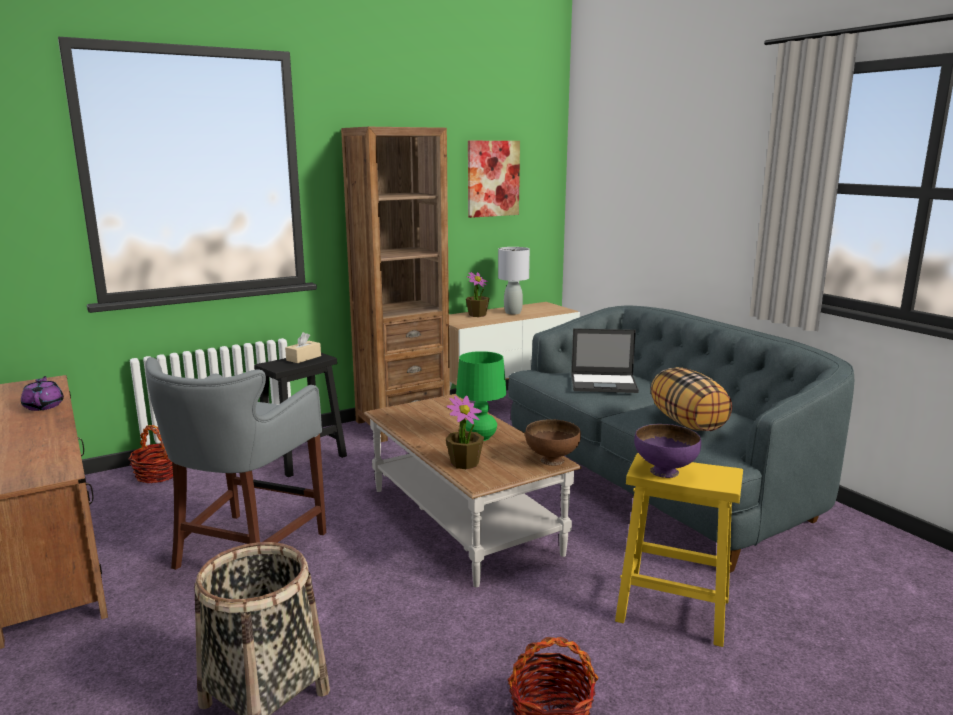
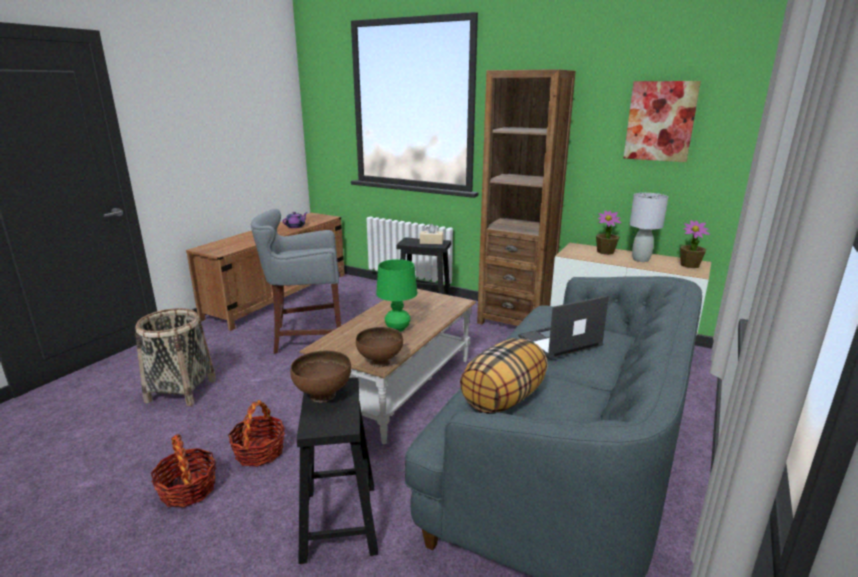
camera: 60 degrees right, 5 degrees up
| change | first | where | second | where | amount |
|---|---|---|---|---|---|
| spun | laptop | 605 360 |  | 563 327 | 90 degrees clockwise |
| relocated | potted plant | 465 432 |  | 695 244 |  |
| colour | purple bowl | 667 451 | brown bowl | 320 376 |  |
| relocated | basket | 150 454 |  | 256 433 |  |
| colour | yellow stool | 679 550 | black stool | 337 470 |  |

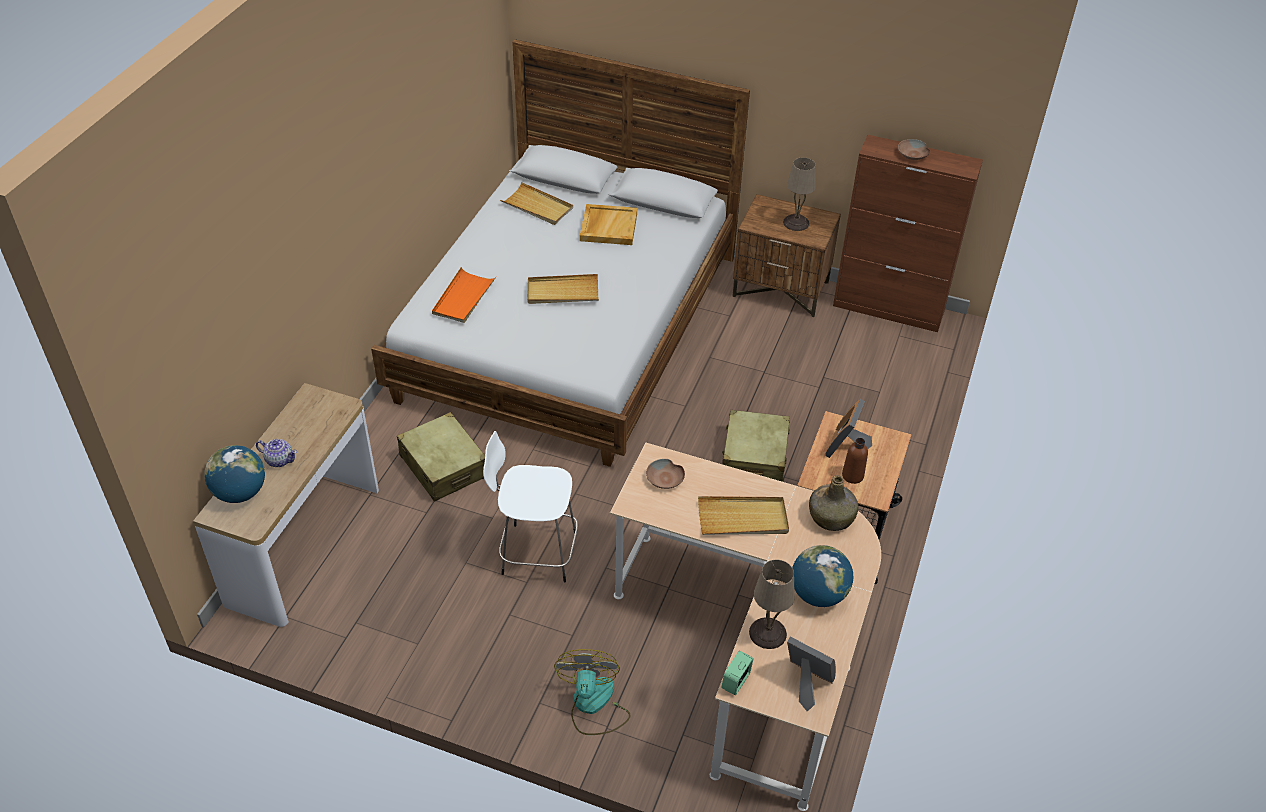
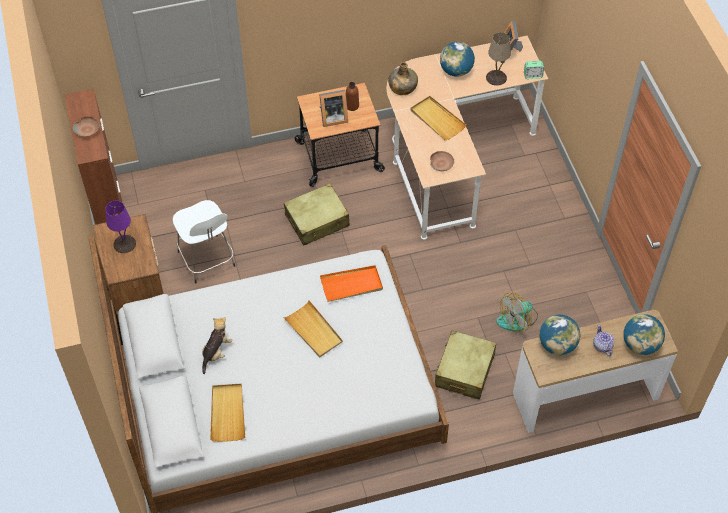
camera: 125 degrees left, 10 degrees up
| change | first | where | second | where | amount |
|---|---|---|---|---|---|
| colour | beige table lamp | 799 194 | purple table lamp | 120 227 |  |
| exchanged | beige tray | 608 224 | plush toy | 217 345 |  |
| relocated | orange tray | 464 295 |  | 351 283 |  |
| relocated | white stool | 530 506 |  | 204 241 |  |
| relocated | fan | 592 692 |  | 517 312 |  |
| appeared |  |  | globe | 559 335 |  |

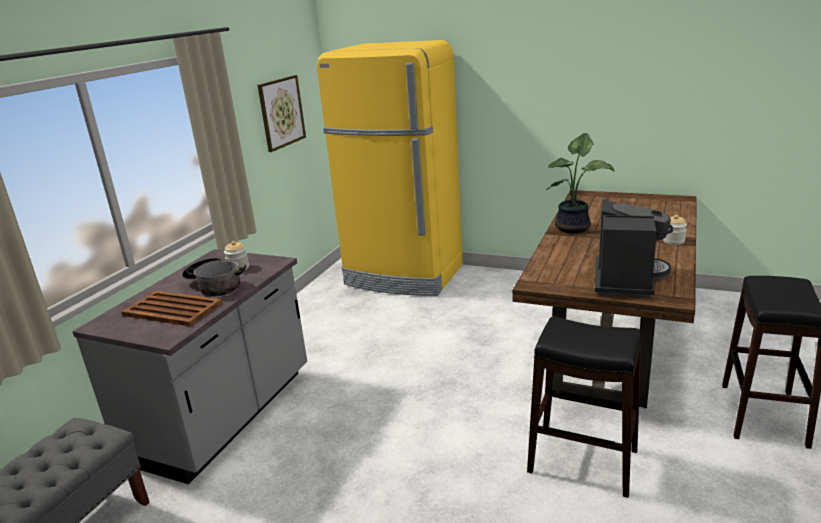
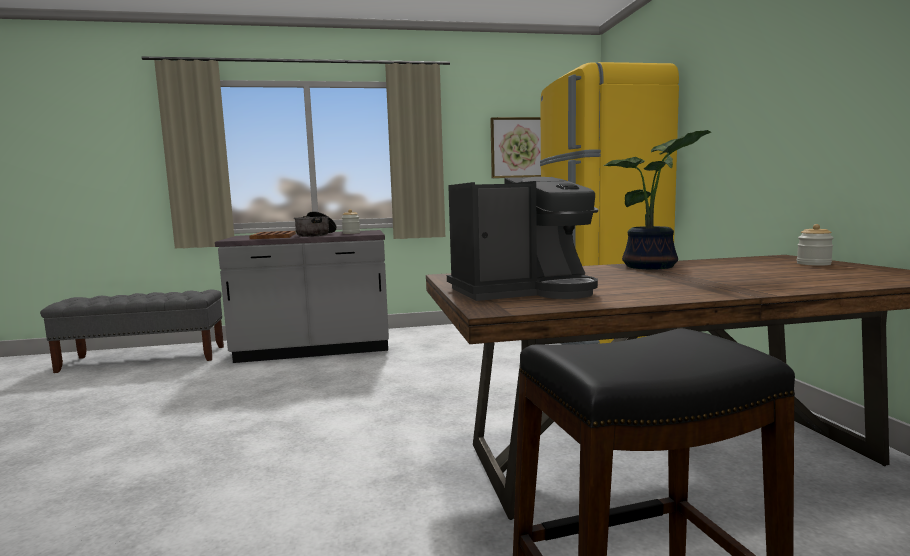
camera: 55 degrees right, 15 degrees down
| change | first | where | second | where | amount |
|---|---|---|---|---|---|
| relocated | jar | 675 230 |  | 815 245 |  |
| missing | black stool | 584 407 |  |  |  |

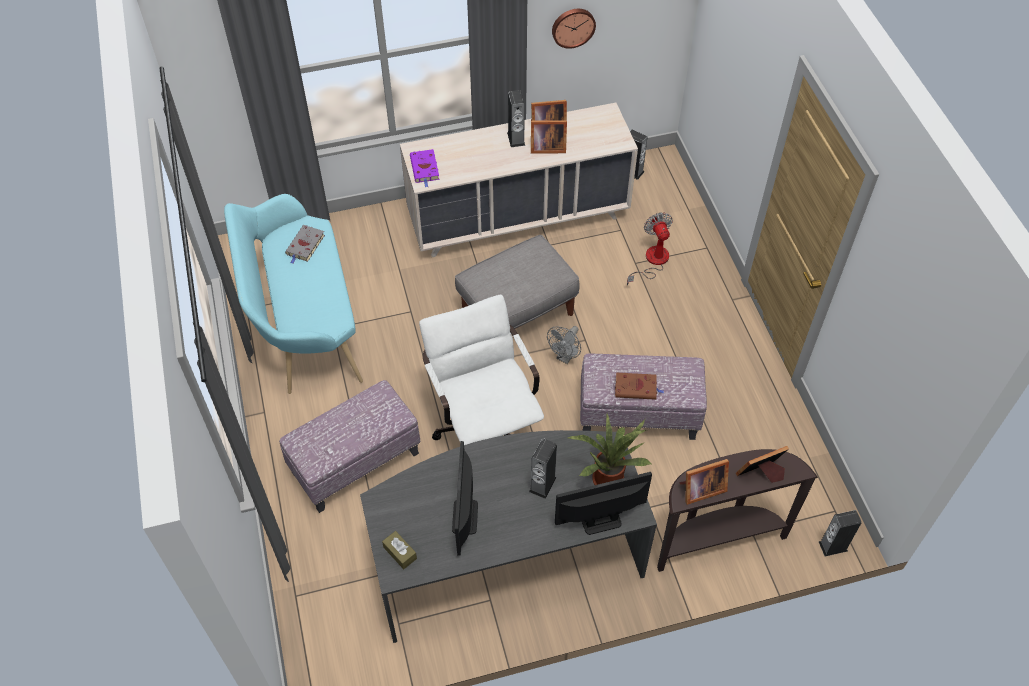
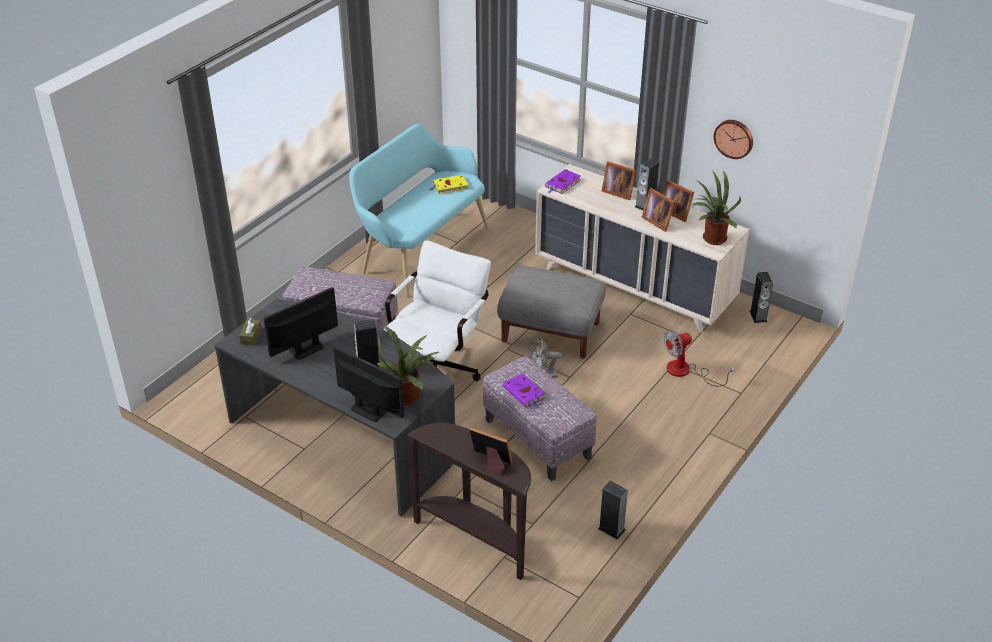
camera: 50 degrees right, 15 degrees down
| change | first | where | second | where | amount |
|---|---|---|---|---|---|
| spun | fan | 650 249 |  | 699 358 | 150 degrees counterclockwise |
| colour | grey book | 305 244 | yellow book | 449 184 |  |
| colour | brown book | 639 386 | purple book | 524 391 |  |
| relocated | picture frame | 704 482 |  | 619 180 |  |
| relocated | speaker | 840 533 |  | 613 510 |  |
| appeared |  |  | potted plant | 716 207 |  |

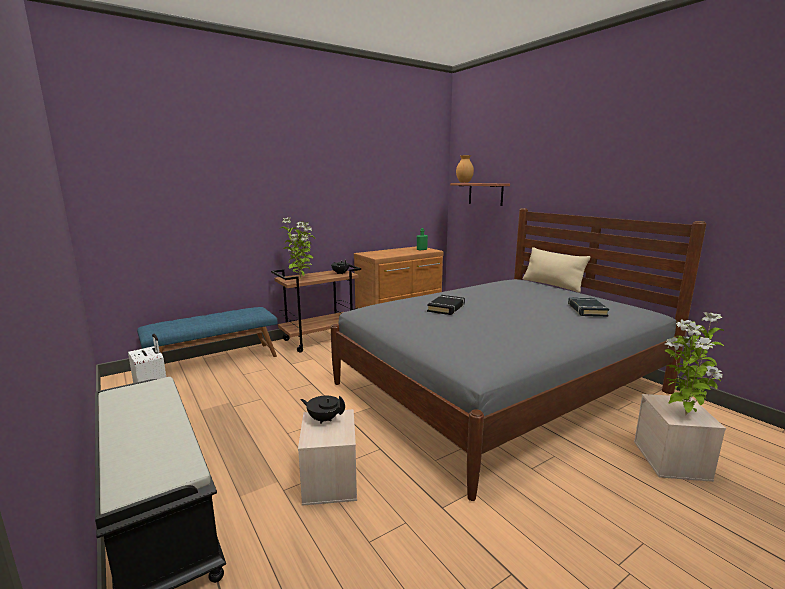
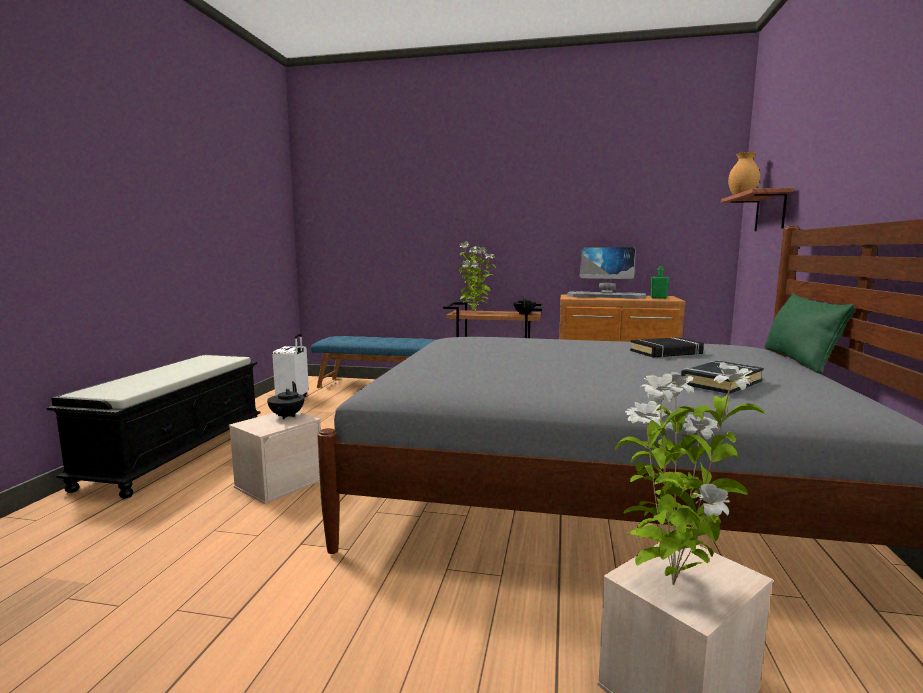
camera: 45 degrees right, 5 degrees down
| change | first | where | second | where | amount |
|---|---|---|---|---|---|
| colour | beige pillow | 557 270 | green pillow | 810 333 |  |
| relocated | black book | 446 305 |  | 667 347 |  |
| spun | black teapot | 322 410 |  | 286 400 | 150 degrees counterclockwise |
| appeared |  |  | monitor | 606 273 |  |

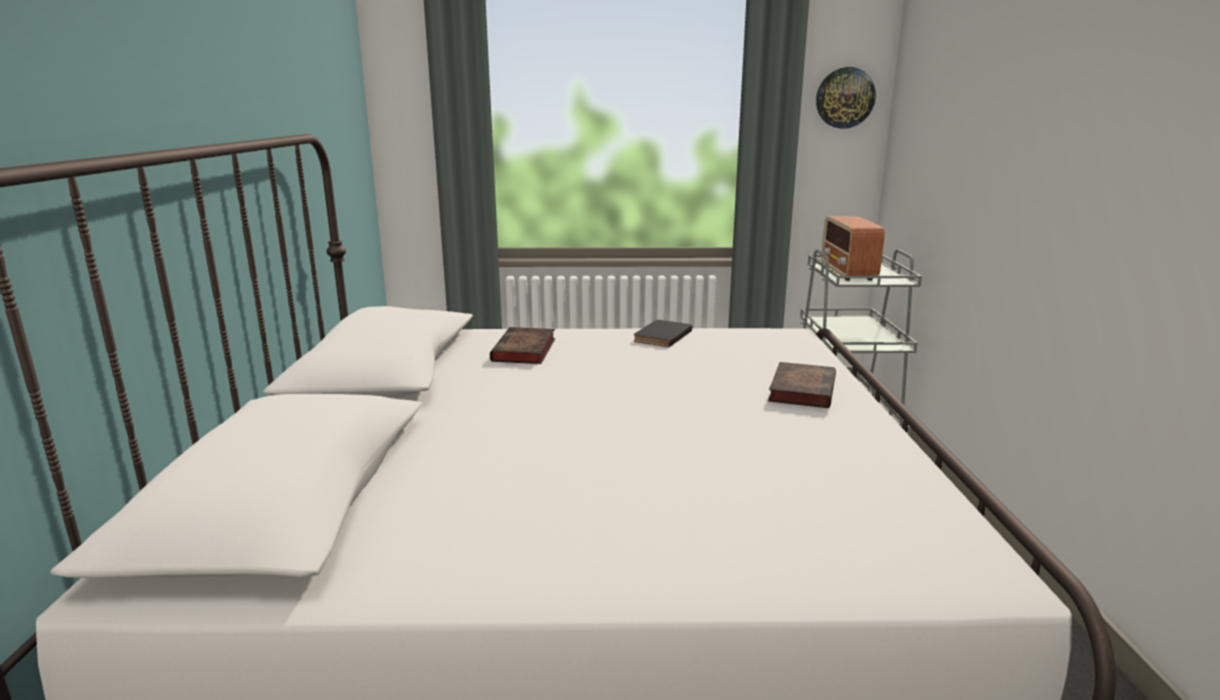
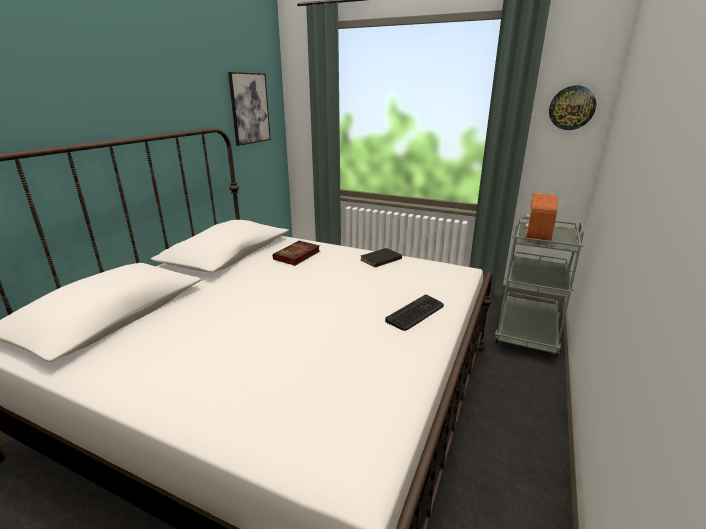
camera: 25 degrees right, 5 degrees up
| change | first | where | second | where | amount |
|---|---|---|---|---|---|
| exchanged | book | 802 385 | keyboard | 414 313 |  |
| appeared |  |  | picture | 249 109 |  |

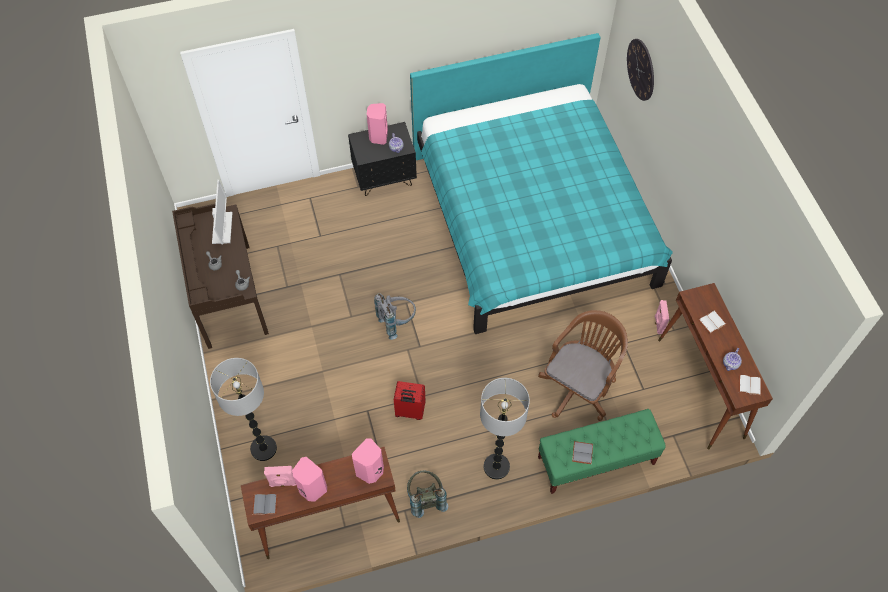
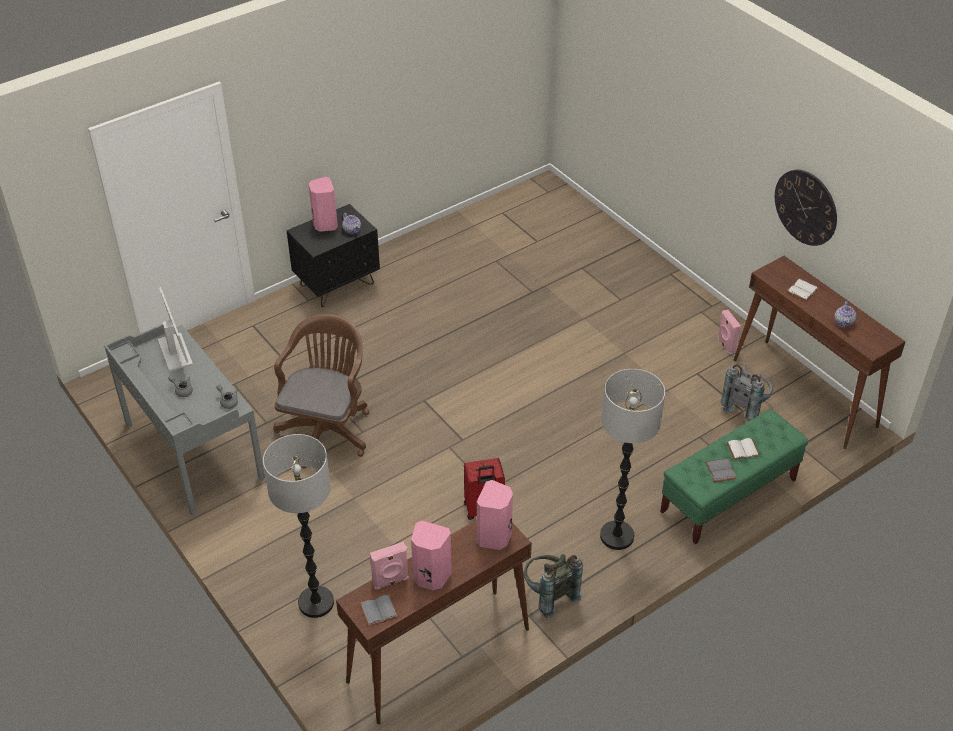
camera: 20 degrees left, 15 degrees down
| change | first | where | second | where | amount |
|---|---|---|---|---|---|
| missing | turquoise bed | 541 183 |  |  |  |
| relocated | wall clock | 640 70 |  | 806 208 |  |
| colour | brown desk | 220 276 | grey desk | 184 419 |  |
| relocated | grey backpack | 395 316 |  | 747 392 |  |
| relocated | brown office chair | 583 365 |  | 321 391 |  |
| relocated | white book | 750 385 |  | 743 449 |  |

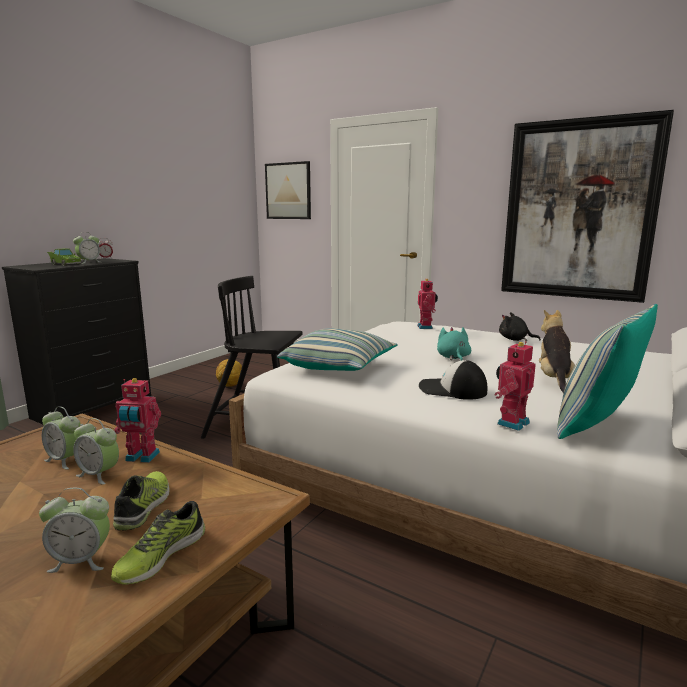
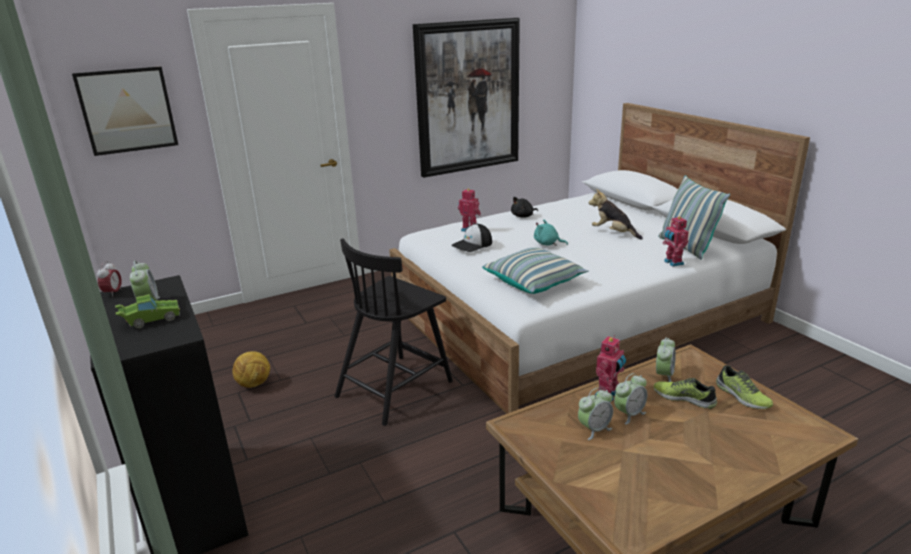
camera: 60 degrees left, 10 degrees up
| change | first | where | second | where | amount |
|---|---|---|---|---|---|
| relocated | cap | 453 380 |  | 472 238 |  |
| relocated | alarm clock | 74 530 |  | 666 359 |  |

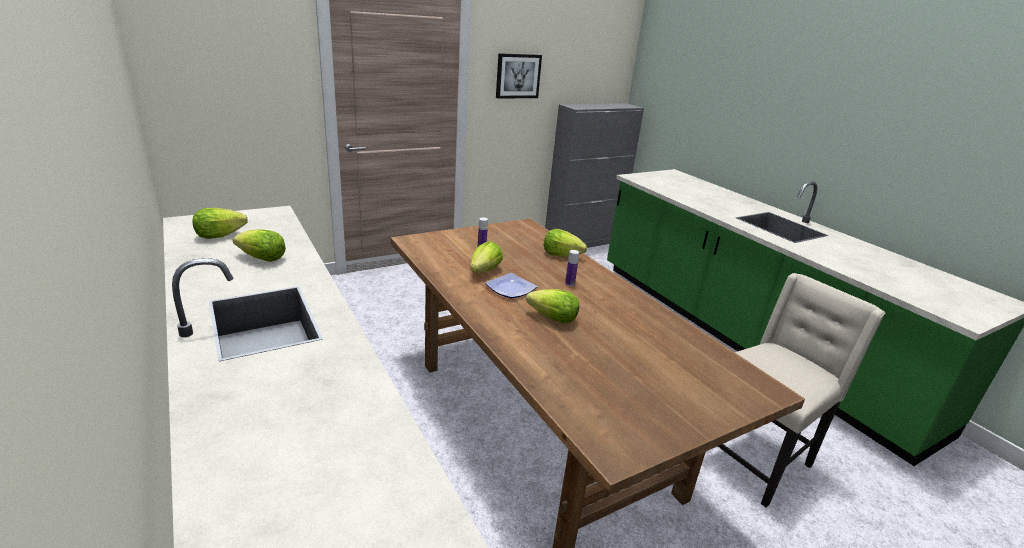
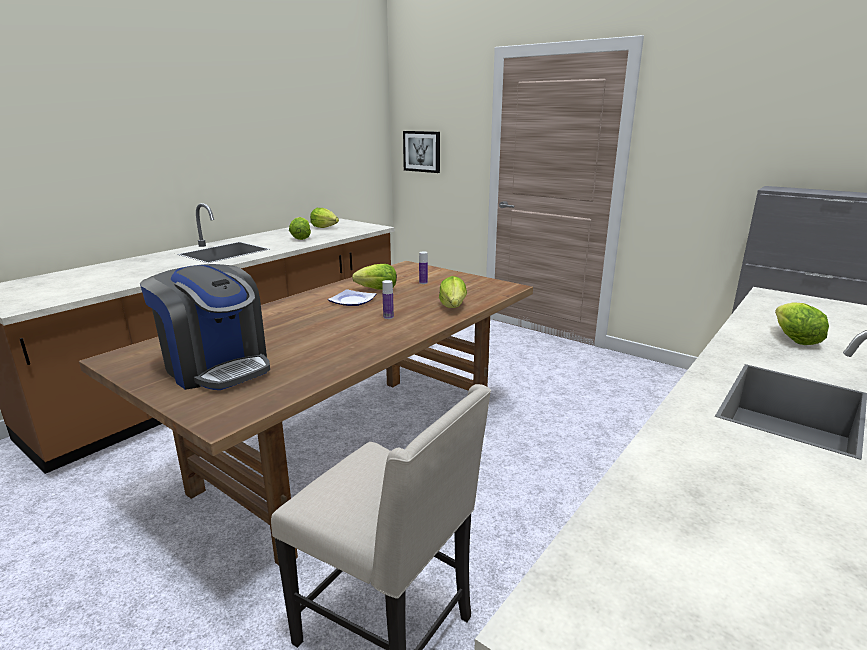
camera: 70 degrees right, 5 degrees down
| change | first | where | second | where | amount |
|---|---|---|---|---|---|
| relocated | picture | 519 76 |  | 421 152 |  |
| relocated | lettuce | 552 306 |  | 802 323 |  |
| appeared |  |  | coffee machine | 205 327 |  |

